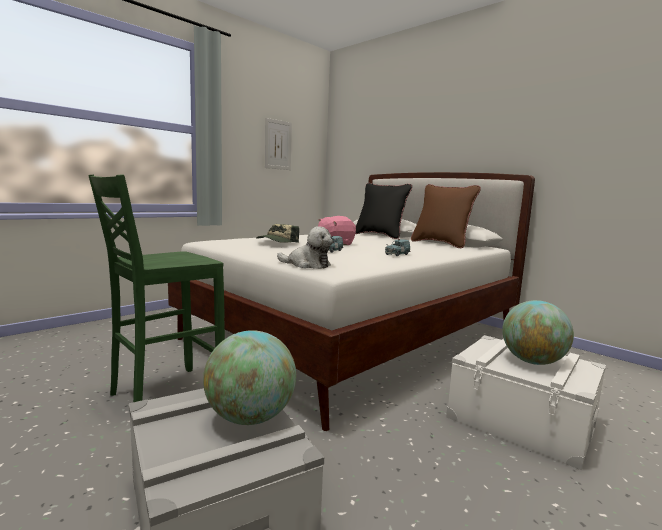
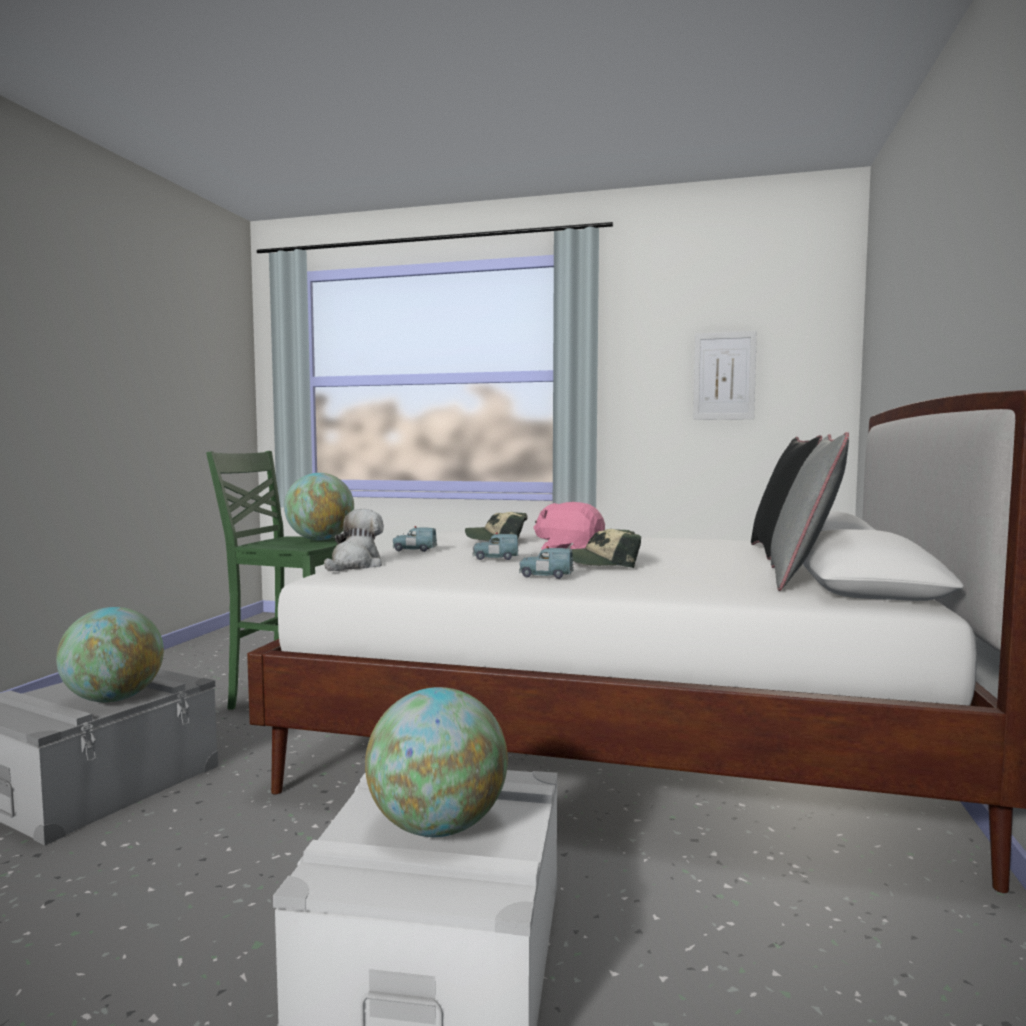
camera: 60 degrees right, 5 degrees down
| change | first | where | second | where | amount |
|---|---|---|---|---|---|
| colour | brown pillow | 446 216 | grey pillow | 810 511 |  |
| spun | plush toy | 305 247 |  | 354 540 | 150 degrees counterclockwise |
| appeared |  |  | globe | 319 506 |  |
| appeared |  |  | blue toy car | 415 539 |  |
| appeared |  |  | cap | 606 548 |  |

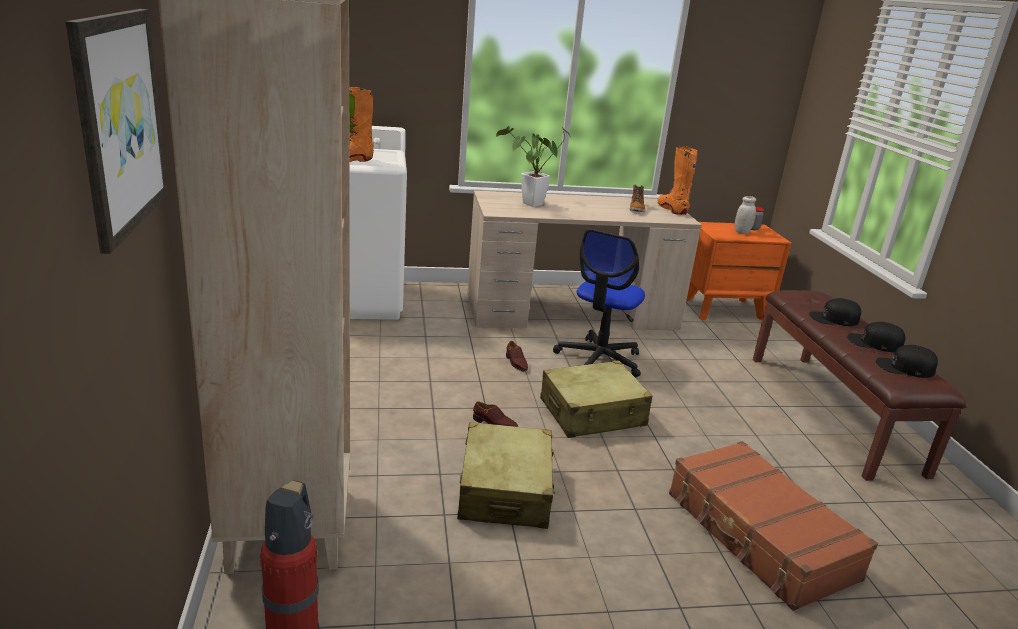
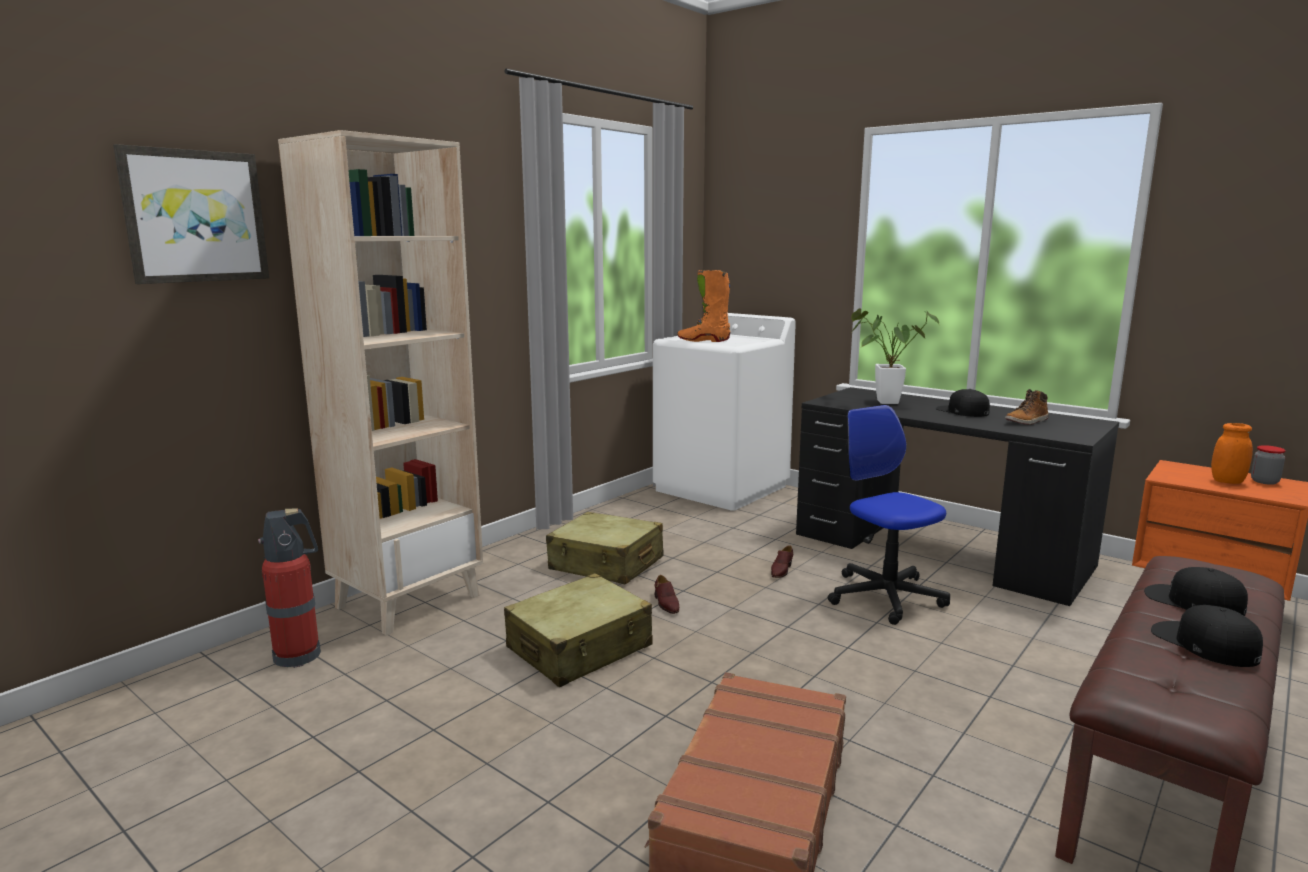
camera: 50 degrees right, 10 degrees down
| change | first | where | second | where | amount |
|---|---|---|---|---|---|
| missing | orange boot | 677 180 |  |  |  |
| colour | beige desk | 584 260 | black desk | 957 496 |  |
| colour | white jar | 745 215 | orange jar | 1232 453 |  |
| spun | office chair | 599 303 |  | 889 515 | 75 degrees clockwise |
| relocated | black cap | 907 361 |  | 963 403 |  |
| relocated | beige suitcase | 596 399 |  | 604 548 |  |

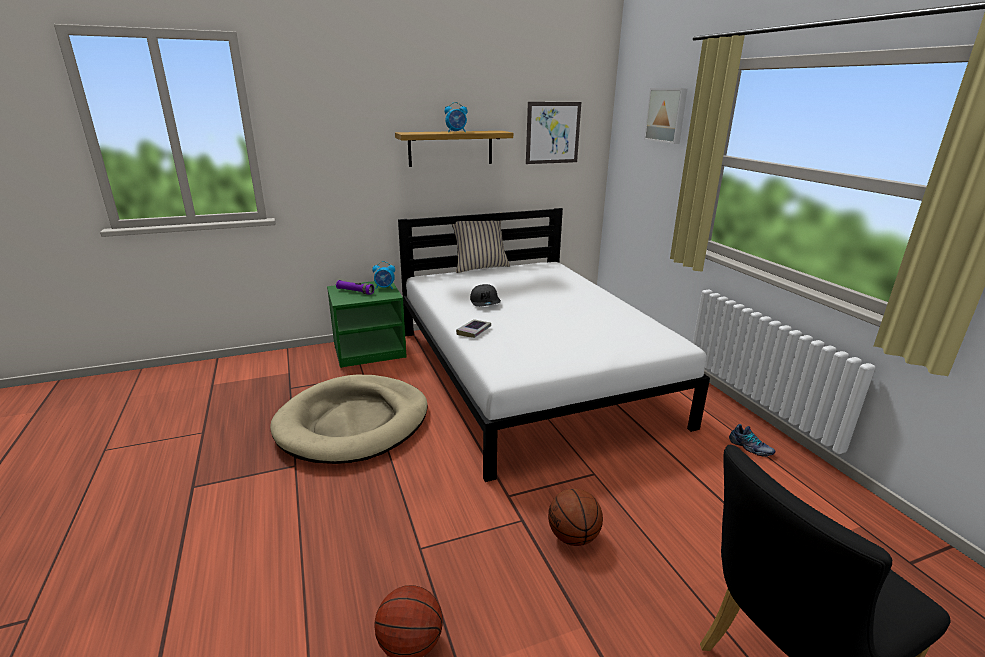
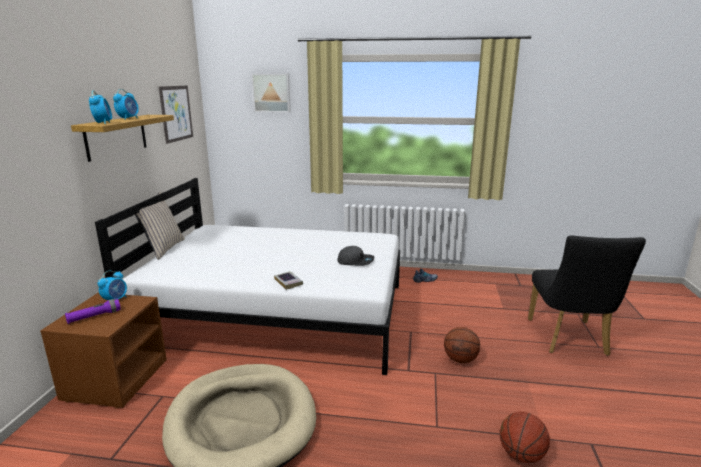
camera: 60 degrees left, 5 degrees down
| change | first | where | second | where | amount |
|---|---|---|---|---|---|
| colour | green nightstand | 367 324 | brown nightstand | 103 351 |  |
| relocated | grey cap | 485 295 |  | 355 256 |  |
| appeared |  |  | alarm clock | 100 107 |  |

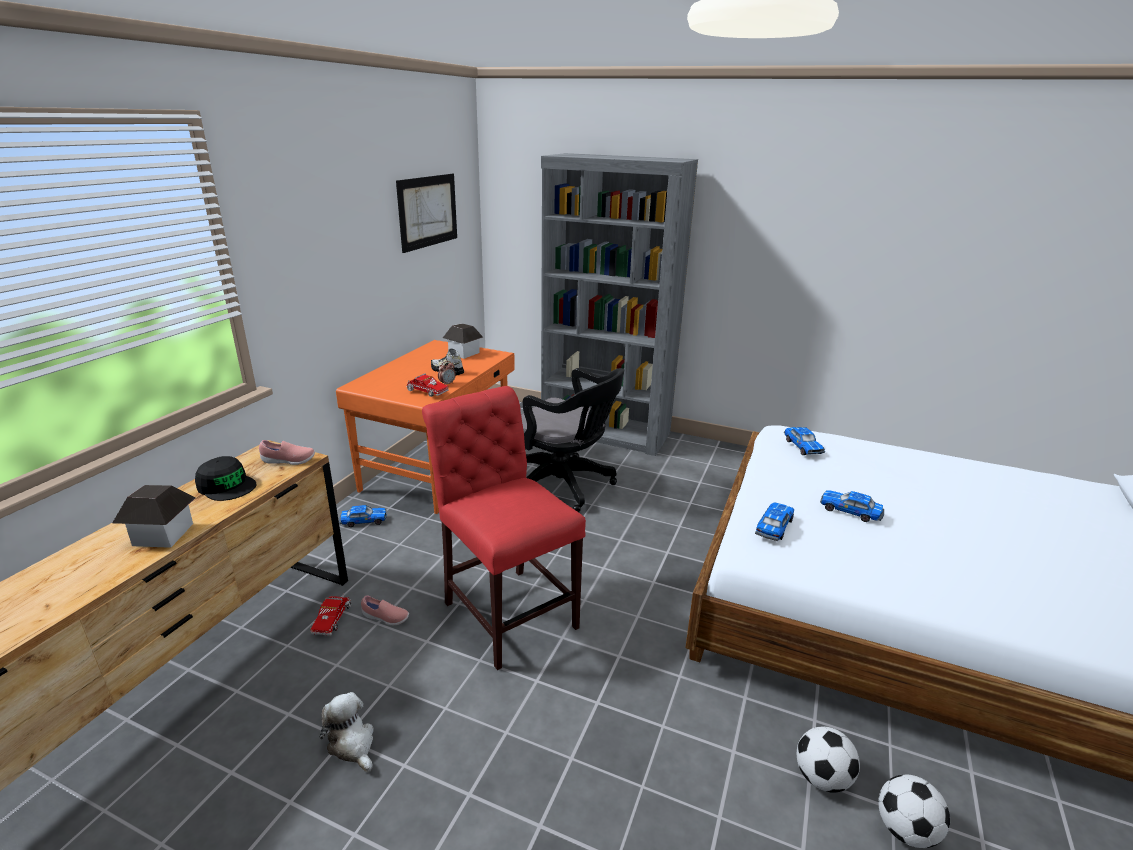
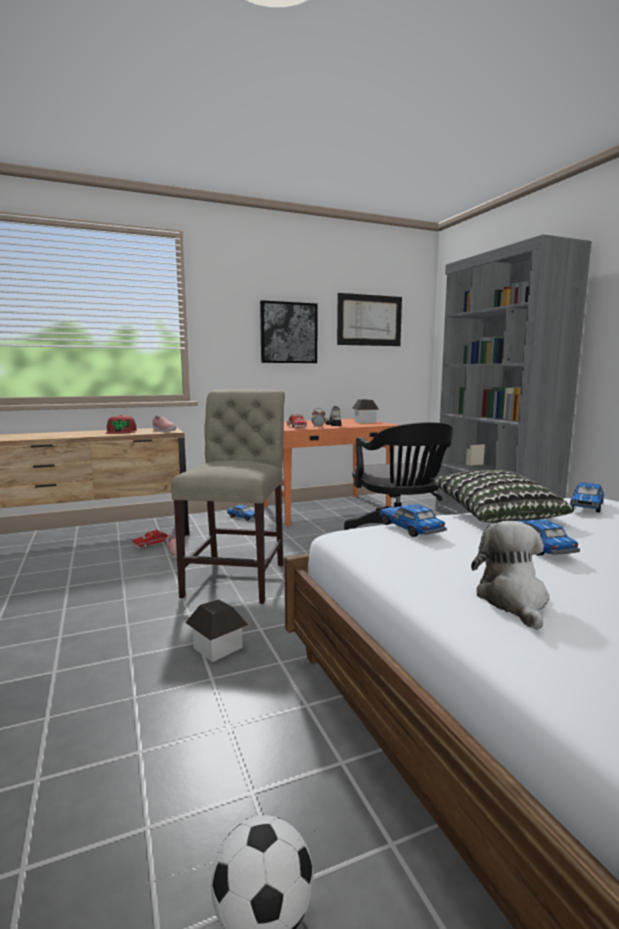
camera: 45 degrees right, 15 degrees down
| change | first | where | second | where | amount |
|---|---|---|---|---|---|
| colour | red chair | 504 528 | beige chair | 228 496 |  |
| colour | black cap | 225 478 | red cap | 121 424 |  |
| relocated | toy house | 153 516 |  | 216 630 |  |
| spun | toy car | 774 521 |  | 413 520 | 105 degrees counterclockwise |
| relocated | plush toy | 347 732 |  | 510 575 |  |
| missing | football | 828 759 |  |  |  |
| appeared |  |  | picture | 288 331 |  |
| appeared |  |  | pillow | 502 496 |  |

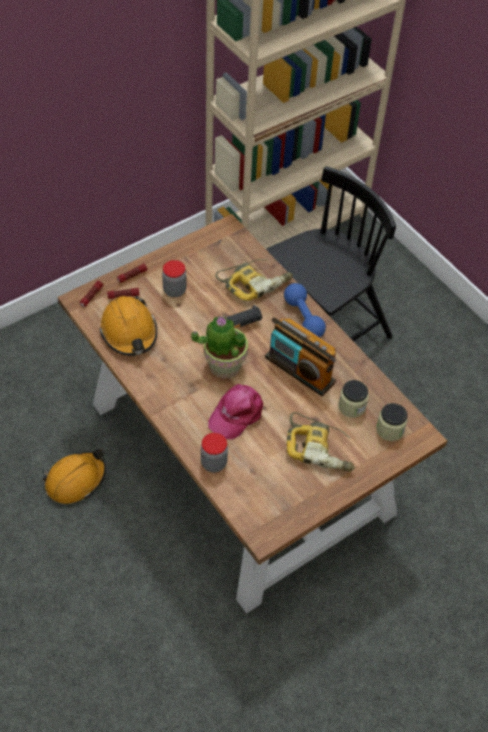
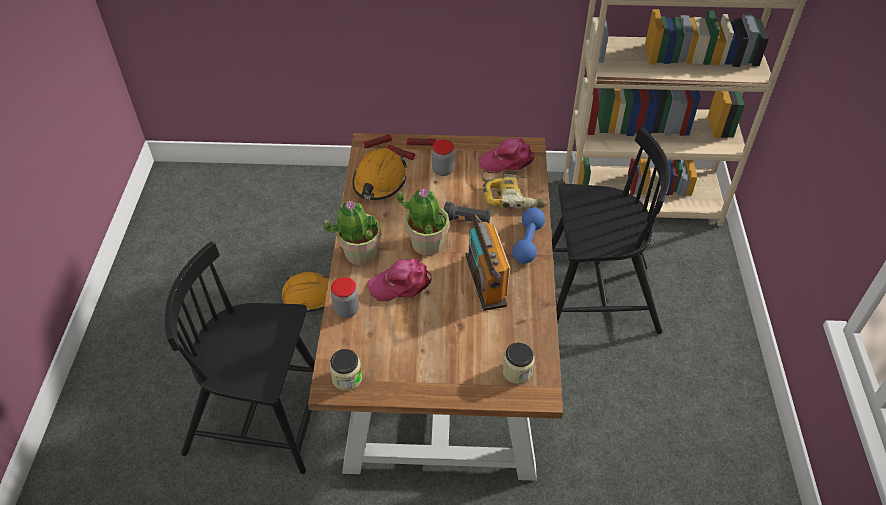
camera: 40 degrees right, 5 degrees down
| change | first | where | second | where | amount |
|---|---|---|---|---|---|
| relocated | jar | 353 399 |  | 345 370 |  |
| missing | power drill | 321 442 |  |  |  |
| appeared |  |  | pink cap | 506 155 |  |
| appeared |  |  | potted plant | 351 233 |  |
| appeared |  |  | black chair | 240 358 |  |

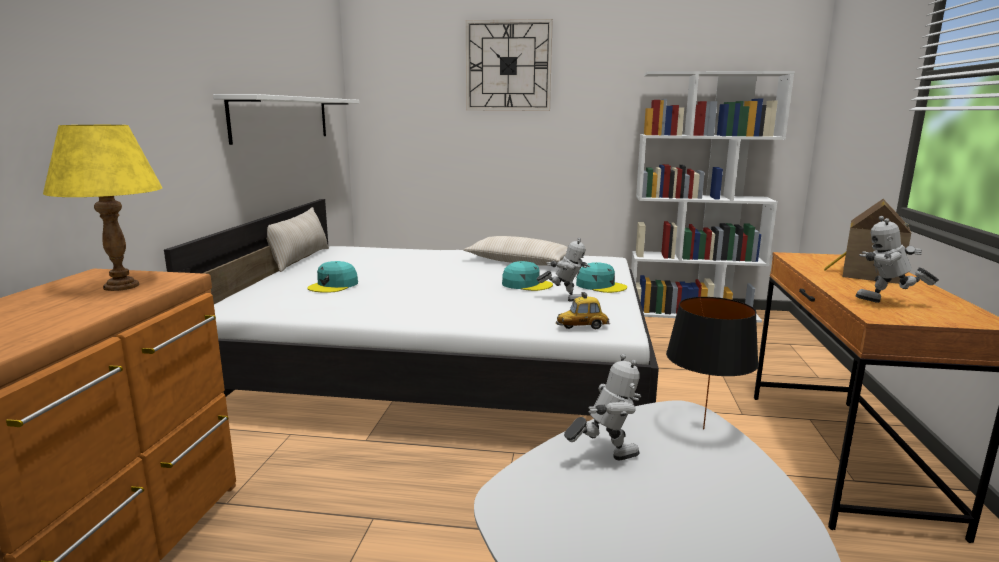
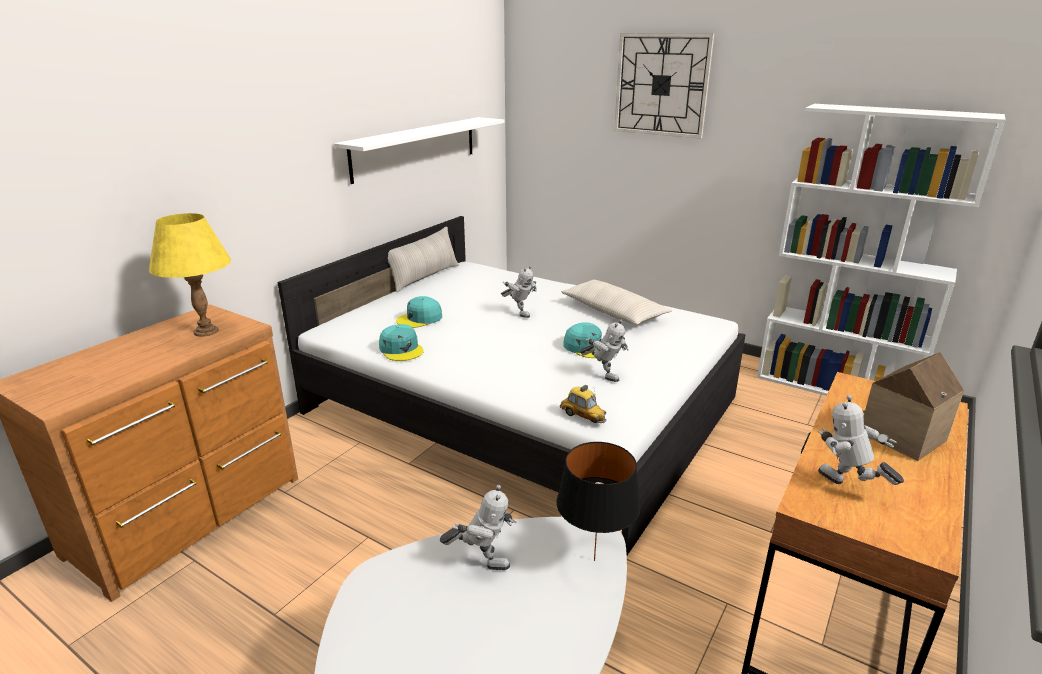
camera: 25 degrees right, 10 degrees up
| change | first | where | second | where | amount |
|---|---|---|---|---|---|
| relocated | turquoise cap | 601 277 |  | 401 342 |  |
| spun | toy car | 583 310 |  | 583 404 | 150 degrees counterclockwise |
| appeared |  |  | toy robot | 518 292 |  |

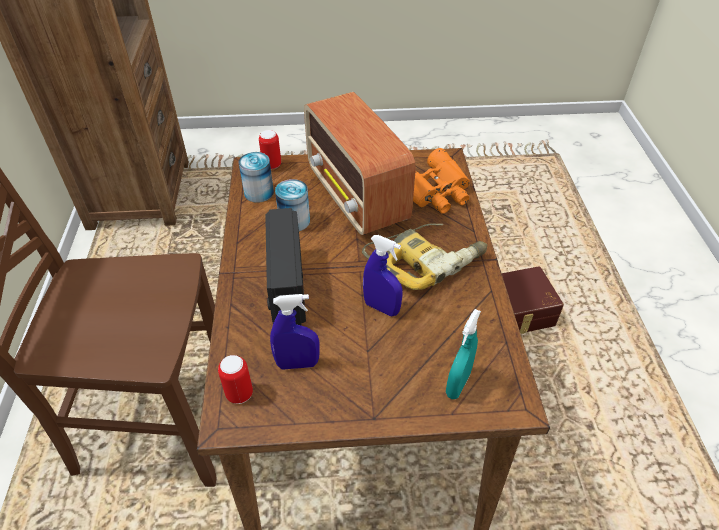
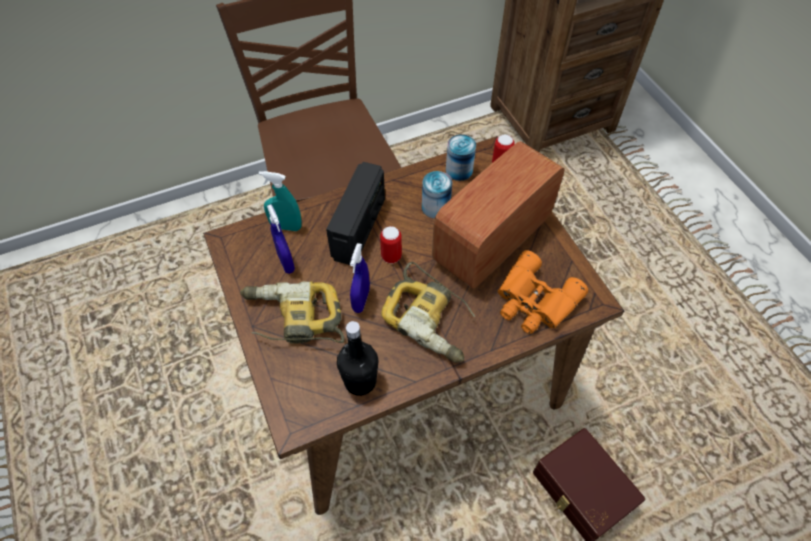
camera: 70 degrees right, 10 degrees up
| change | first | where | second | where | amount |
|---|---|---|---|---|---|
| spun | radio | 285 266 |  | 355 213 | 135 degrees clockwise |
| relocated | turquoise spray bottle | 463 354 |  | 280 201 |  |
| relocated | can | 235 379 |  | 391 245 |  |
| appeared |  |  | power drill | 292 312 |  |
| appeared |  |  | black bottle | 357 358 |  |

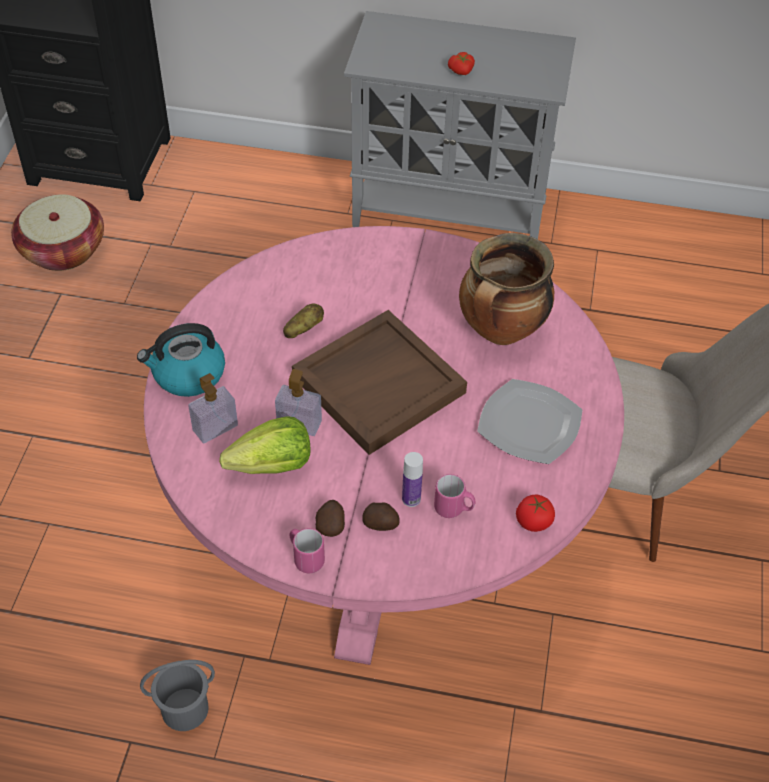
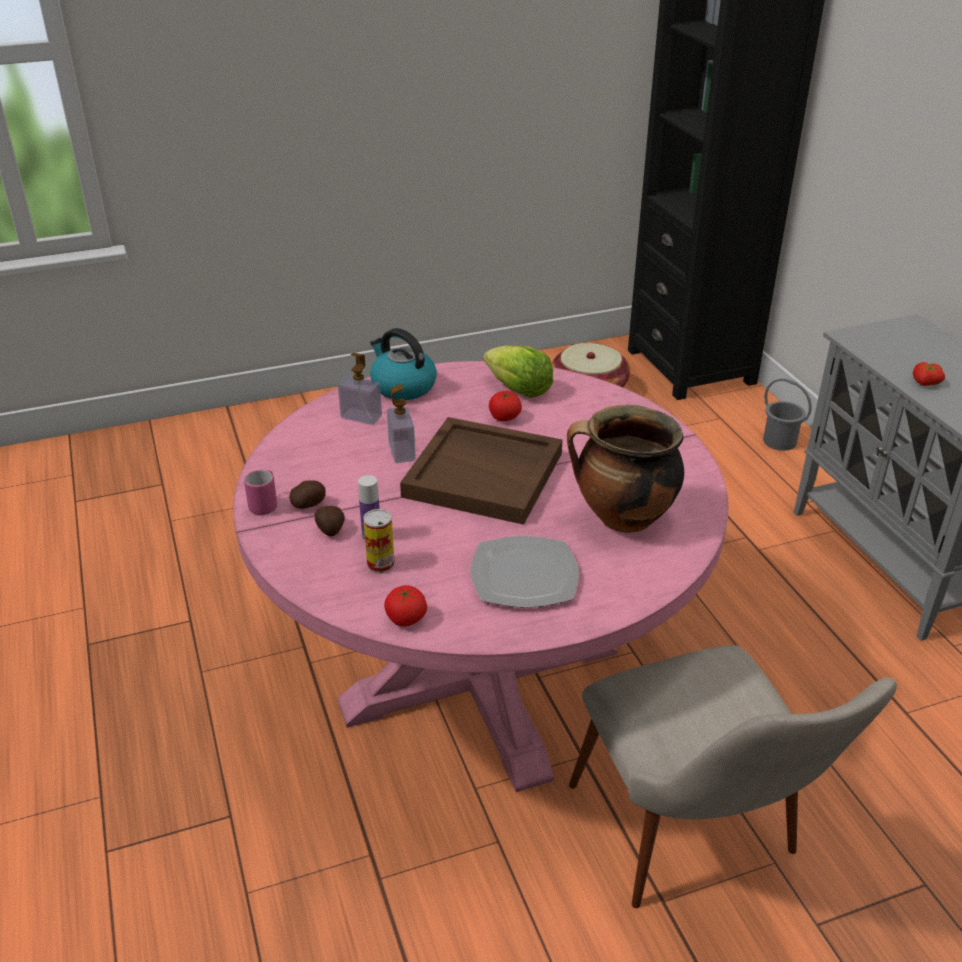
camera: 60 degrees right, 15 degrees down
| change | first | where | second | where | amount |
|---|---|---|---|---|---|
| exchanged | potato | 303 321 | tomato | 505 406 |  |
| relocated | lettuce | 265 445 |  | 518 371 |  |
| exchanged | pink mug | 454 496 | can | 379 541 |  |
| relocated | grey bucket | 177 695 |  | 787 414 |  |

